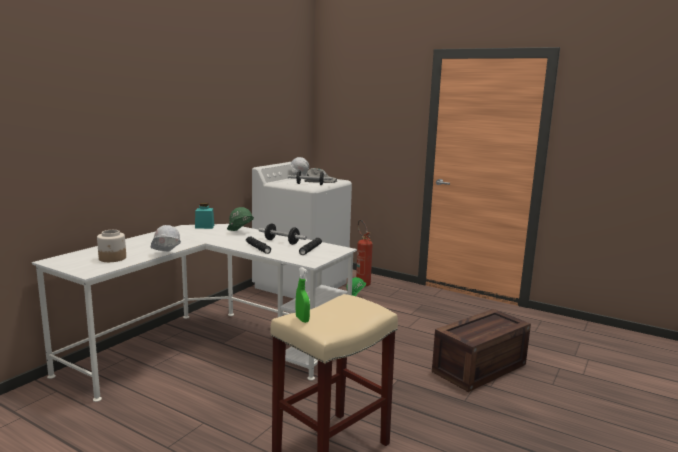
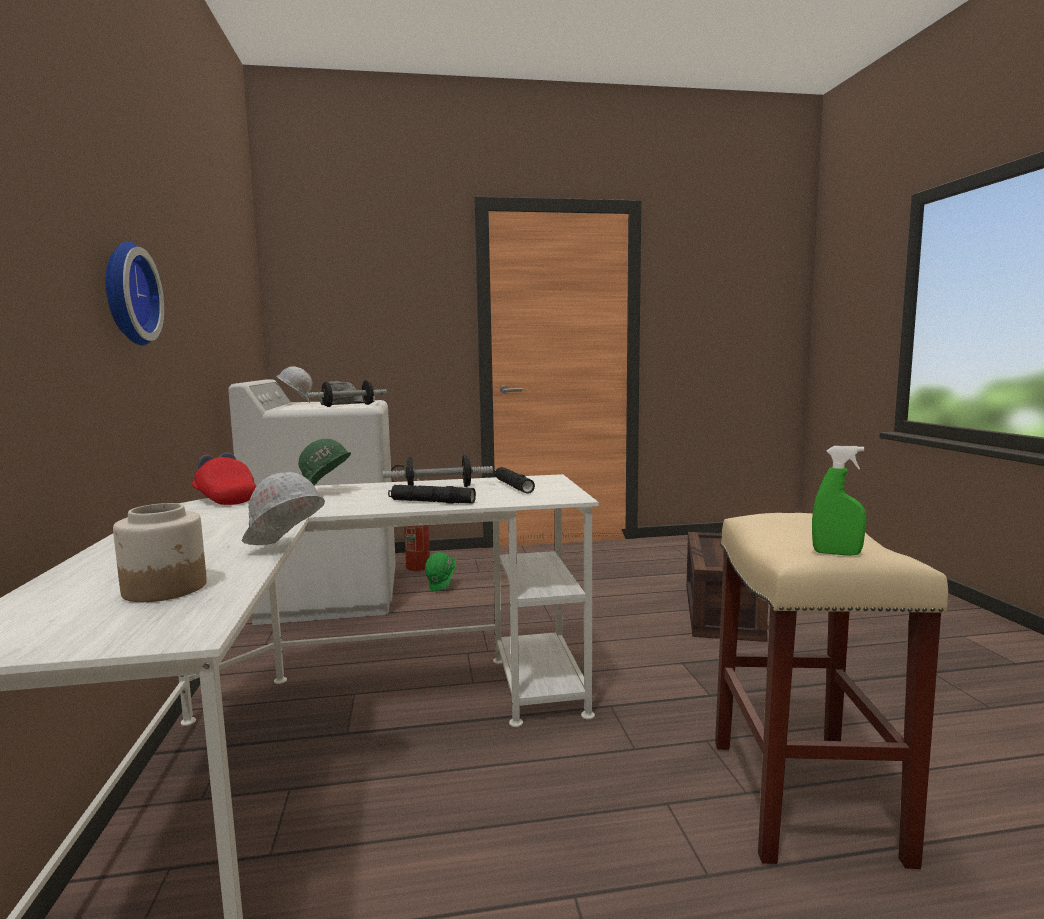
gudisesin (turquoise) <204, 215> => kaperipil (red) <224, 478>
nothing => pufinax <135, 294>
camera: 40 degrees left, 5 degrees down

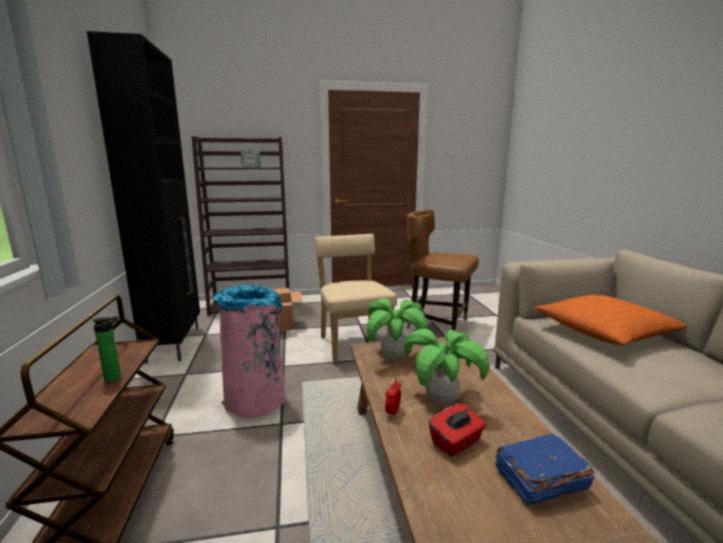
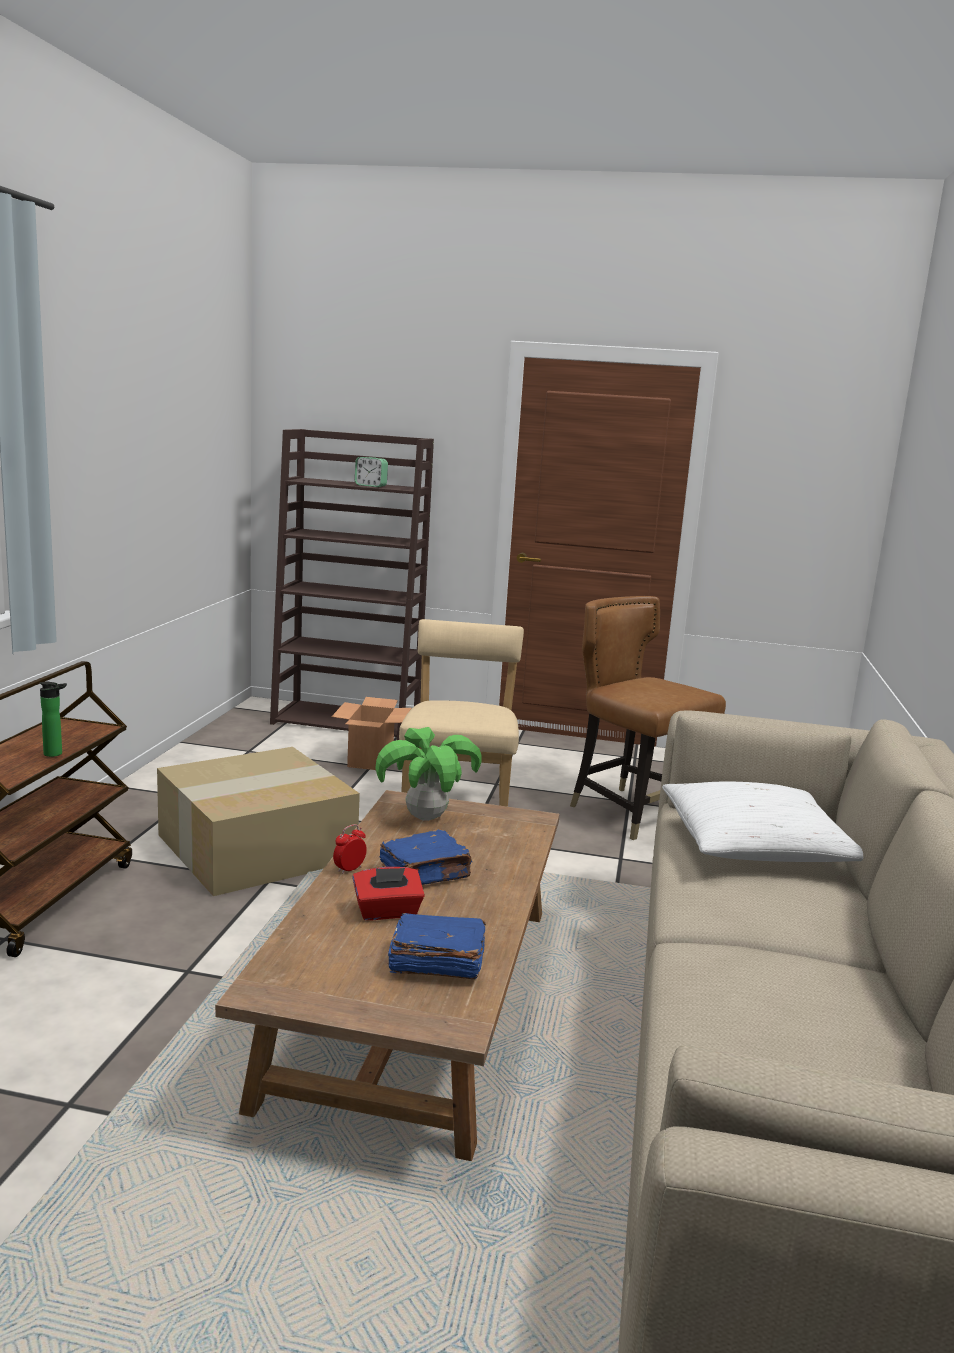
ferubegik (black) <143, 197> => nothing
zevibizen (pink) <249, 351> => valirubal <258, 821>
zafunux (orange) <611, 320> => zafunux (white) <762, 822>
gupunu <447, 366> => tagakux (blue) <426, 857>
camera: 20 degrees right, 0 degrees up

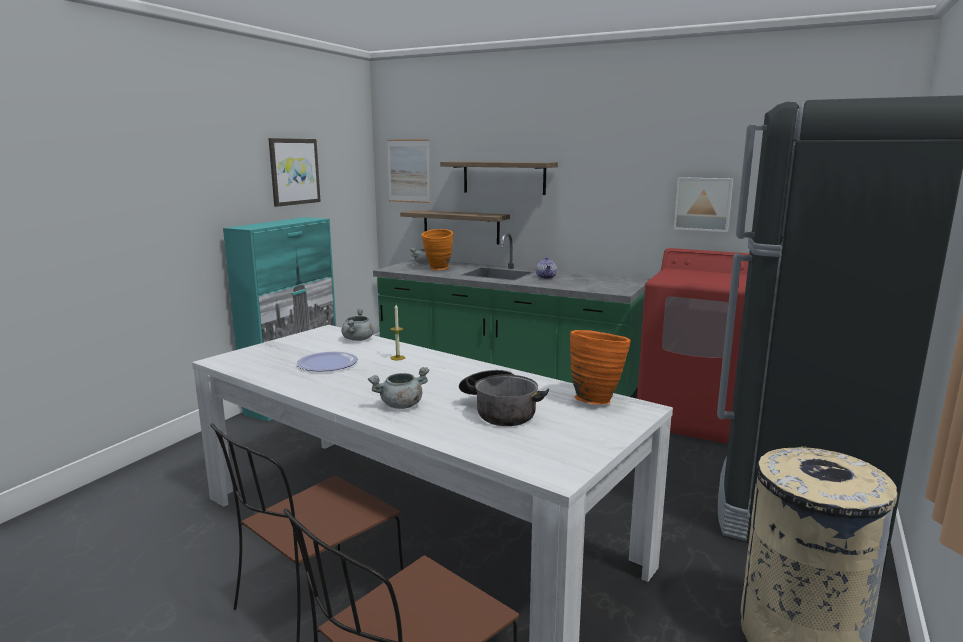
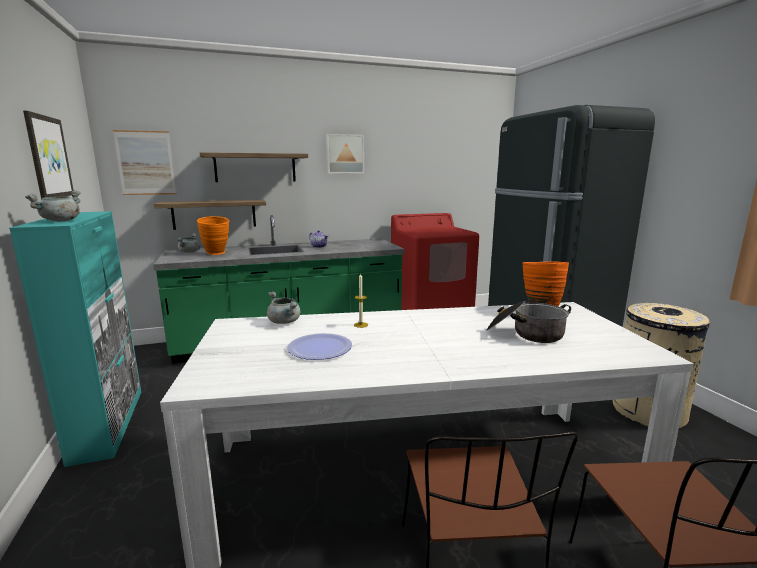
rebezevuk <703, 204> => rebezevuk <345, 153>, relocated
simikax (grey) <398, 388> => simikax (grey) <53, 205>, relocated
camera: 45 degrees left, 0 degrees up

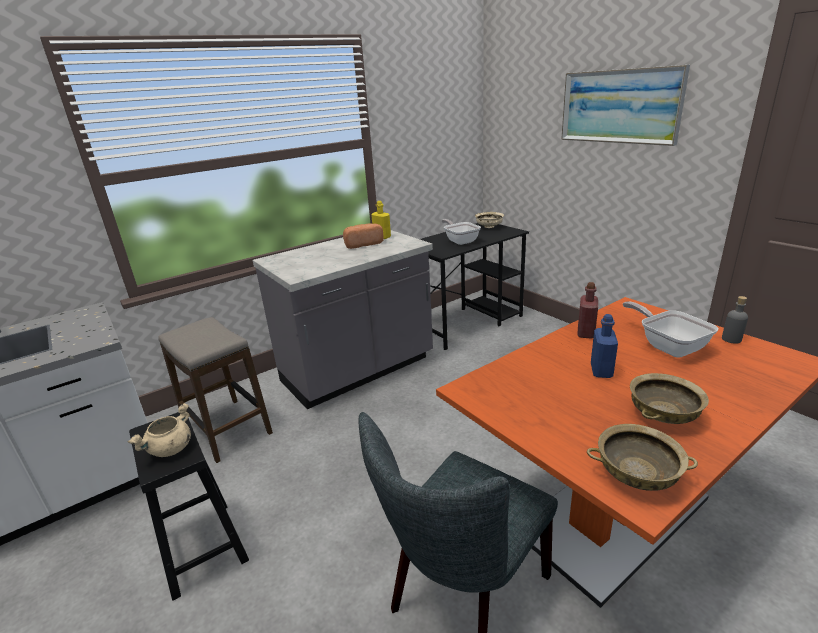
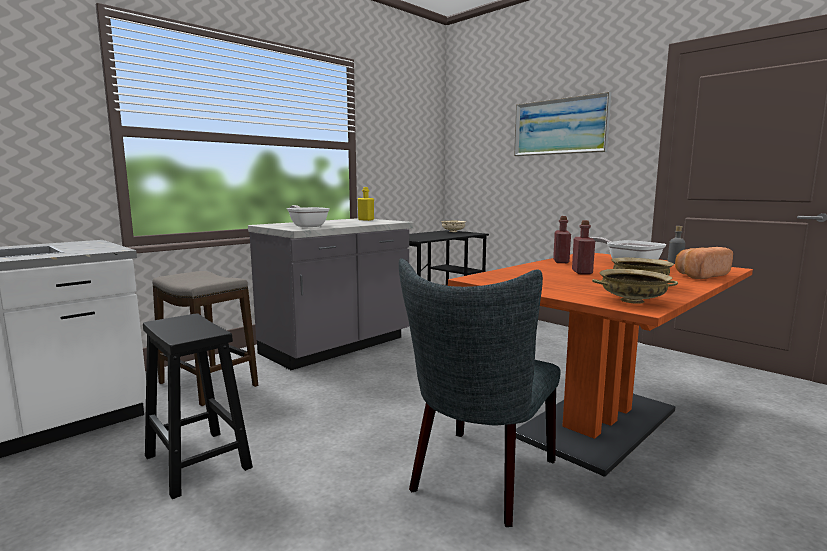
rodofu <461, 232> => rodofu <308, 216>, relocated
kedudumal <363, 236> => kedudumal <704, 263>, relocated
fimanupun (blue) <604, 346> => fimanupun (red) <583, 247>
simikax (beige) <159, 430> => nothing
camera: 10 degrees left, 15 degrees down

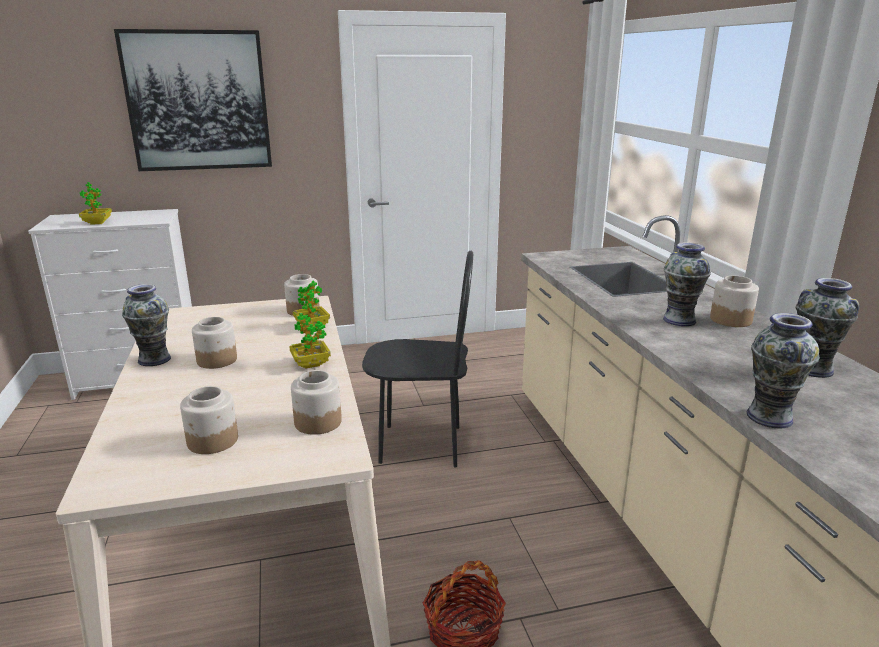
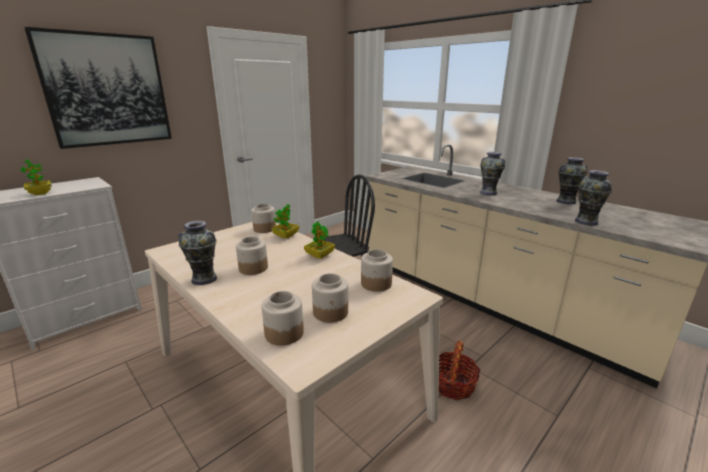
gudisesin <734, 301> => gudisesin <283, 318>, relocated
camera: 30 degrees left, 0 degrees up

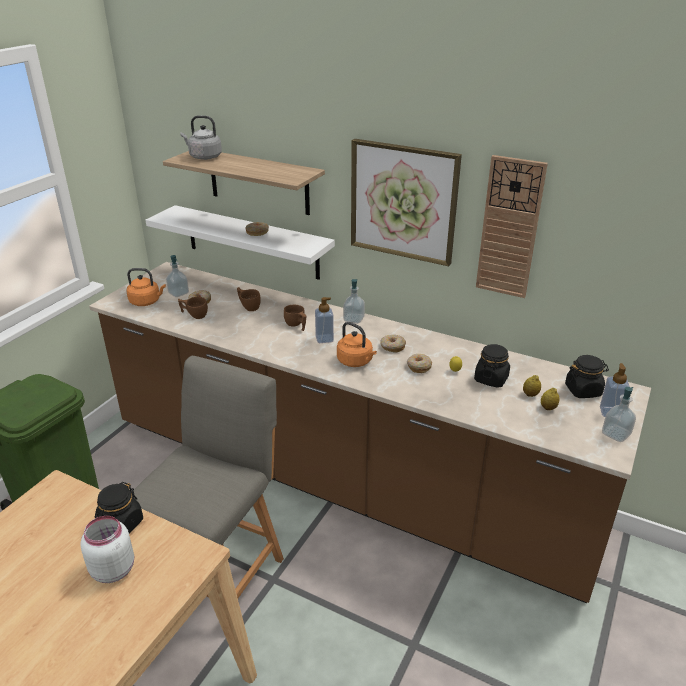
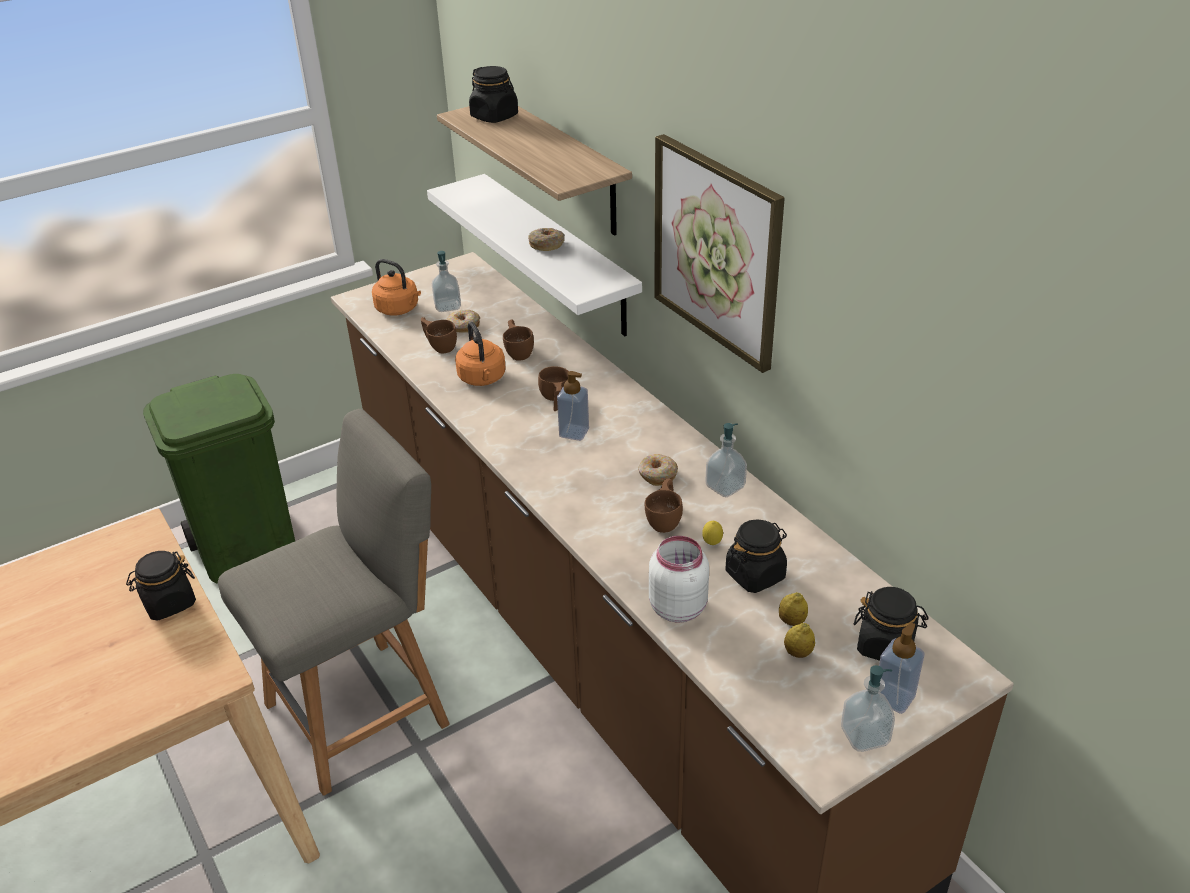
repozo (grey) <201, 137> => gudisesin (black) <493, 94>
pufinax <512, 226> => nothing
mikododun <354, 301> => mikododun <726, 460>, relocated
repozo (orange) <357, 344> => repozo (orange) <480, 353>, relocated
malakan <419, 363> => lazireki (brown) <664, 506>
gudisesin (white) <107, 549> => gudisesin (white) <679, 579>, relocated
camera: 30 degrees right, 5 degrees up

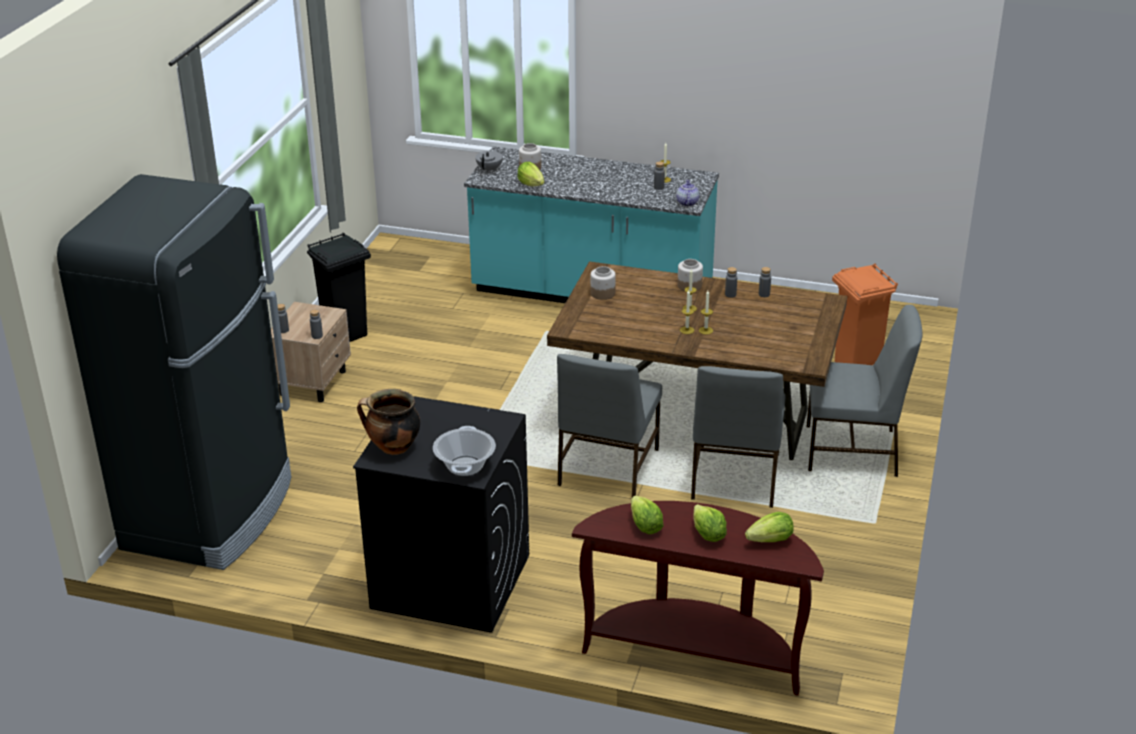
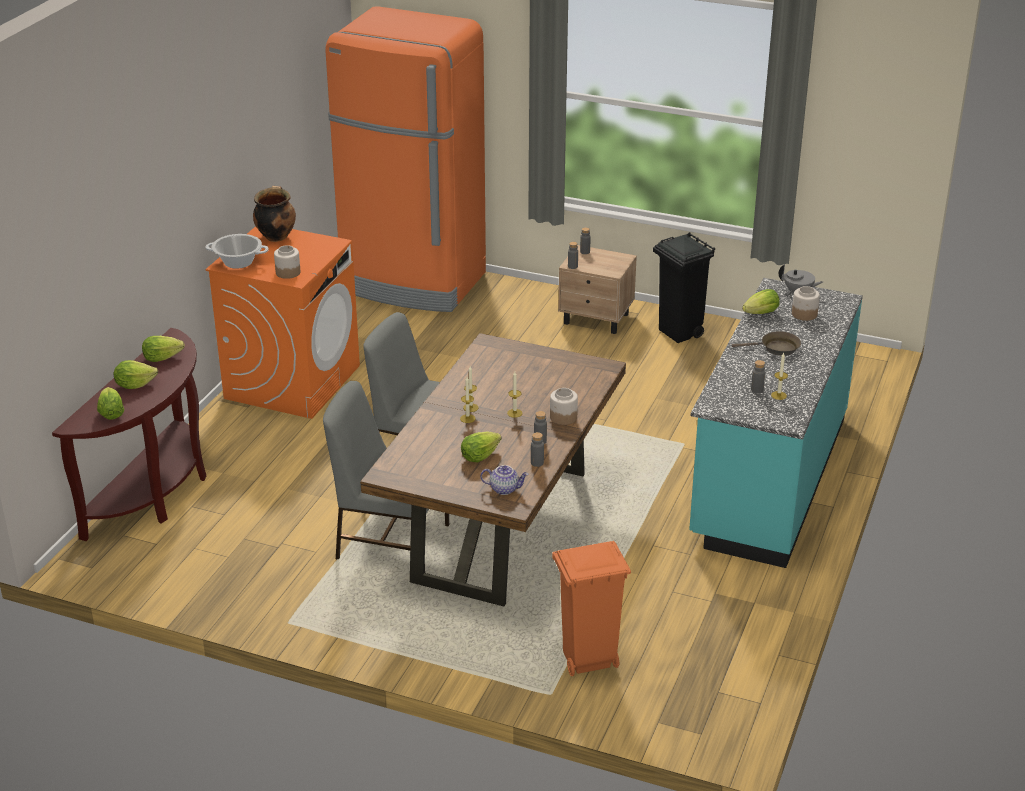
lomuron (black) <174, 372> => lomuron (orange) <405, 159>
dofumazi <687, 193> => dofumazi <504, 480>, relocated
gudisesin <603, 283> => gudisesin <287, 262>, relocated
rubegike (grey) <864, 391> => nothing
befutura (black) <441, 514> => befutura (orange) <282, 322>
nothing => rodofu (brown) <766, 343>
nothing => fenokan <481, 446>
camera: 95 degrees right, 0 degrees up

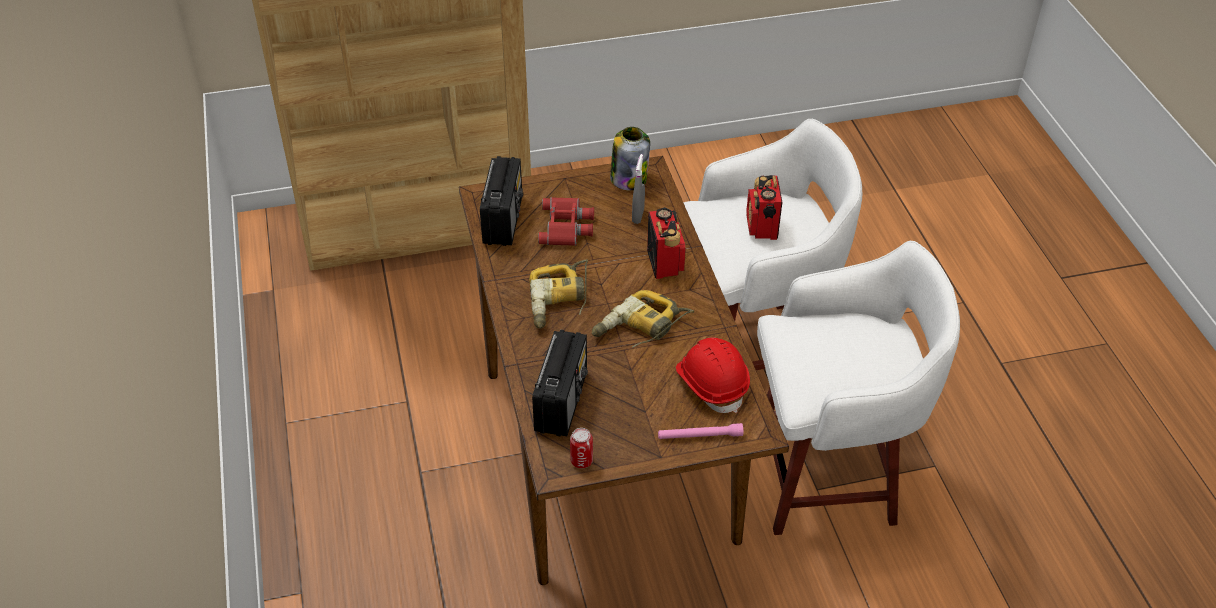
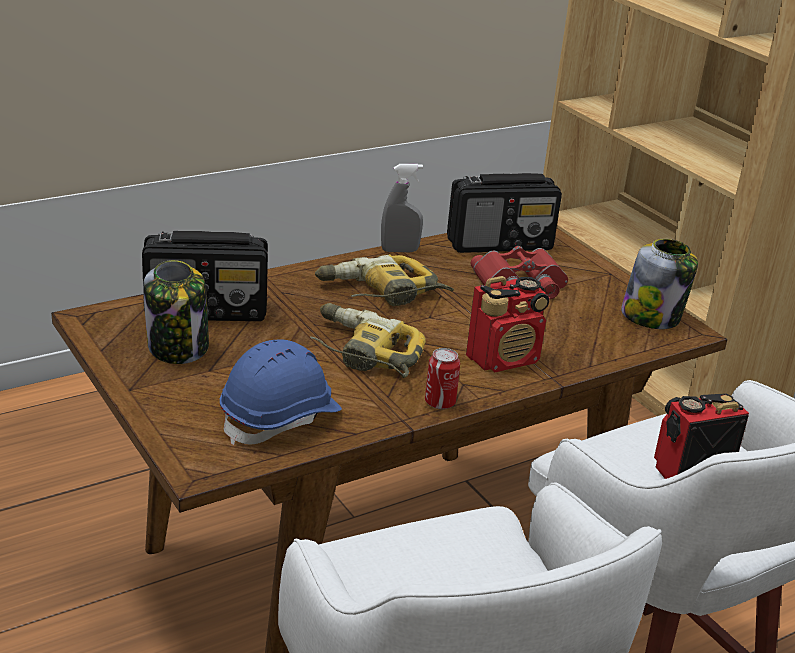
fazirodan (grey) <638, 189> => fazirodan (grey) <402, 208>, relocated
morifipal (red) <713, 375> => morifipal (blue) <281, 392>
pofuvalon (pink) <700, 431> => nothing
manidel <581, 448> => manidel <442, 378>, relocated
nothing => gudisesin <176, 312>
camera: 70 degrees right, 15 degrees down

